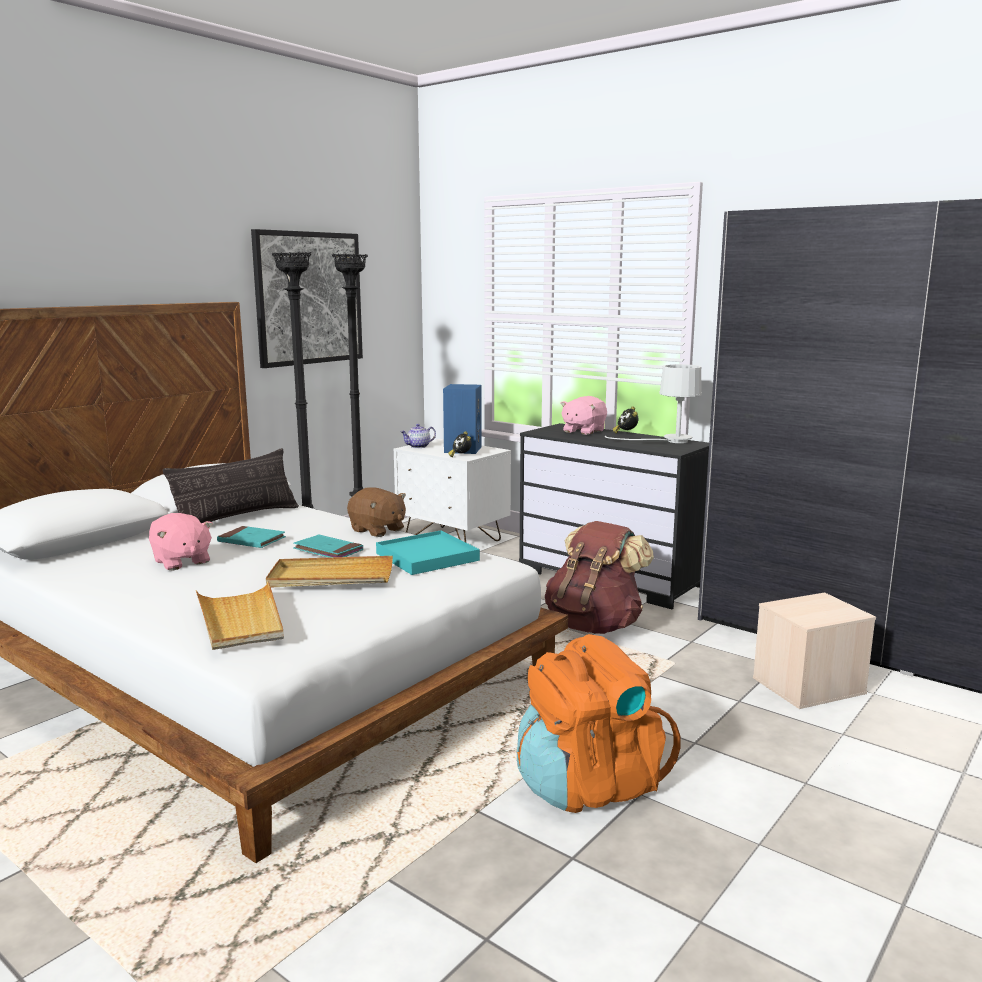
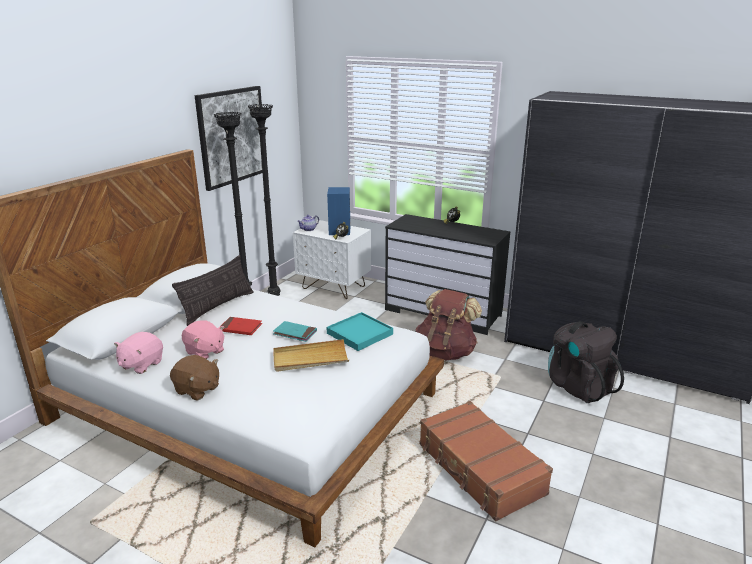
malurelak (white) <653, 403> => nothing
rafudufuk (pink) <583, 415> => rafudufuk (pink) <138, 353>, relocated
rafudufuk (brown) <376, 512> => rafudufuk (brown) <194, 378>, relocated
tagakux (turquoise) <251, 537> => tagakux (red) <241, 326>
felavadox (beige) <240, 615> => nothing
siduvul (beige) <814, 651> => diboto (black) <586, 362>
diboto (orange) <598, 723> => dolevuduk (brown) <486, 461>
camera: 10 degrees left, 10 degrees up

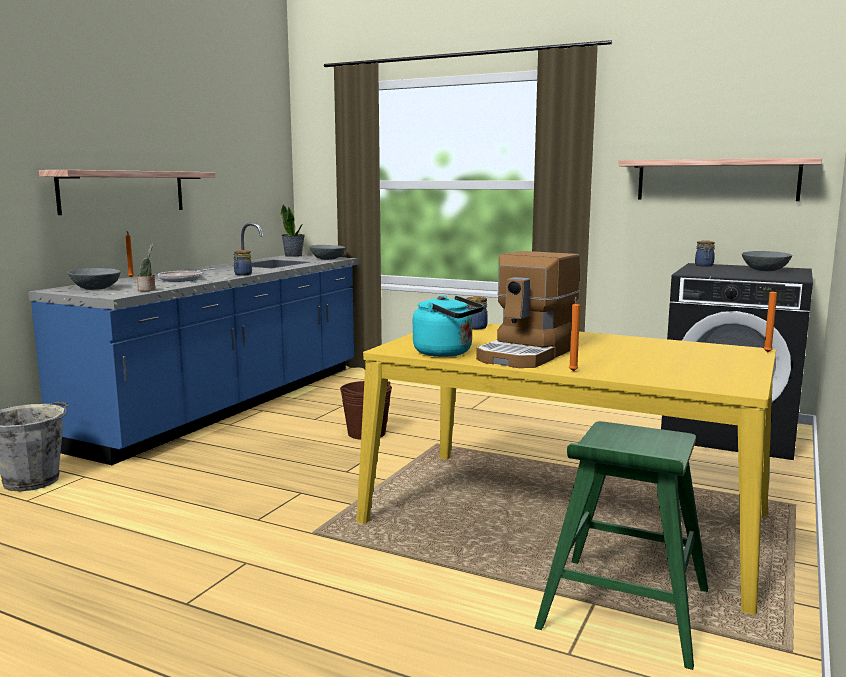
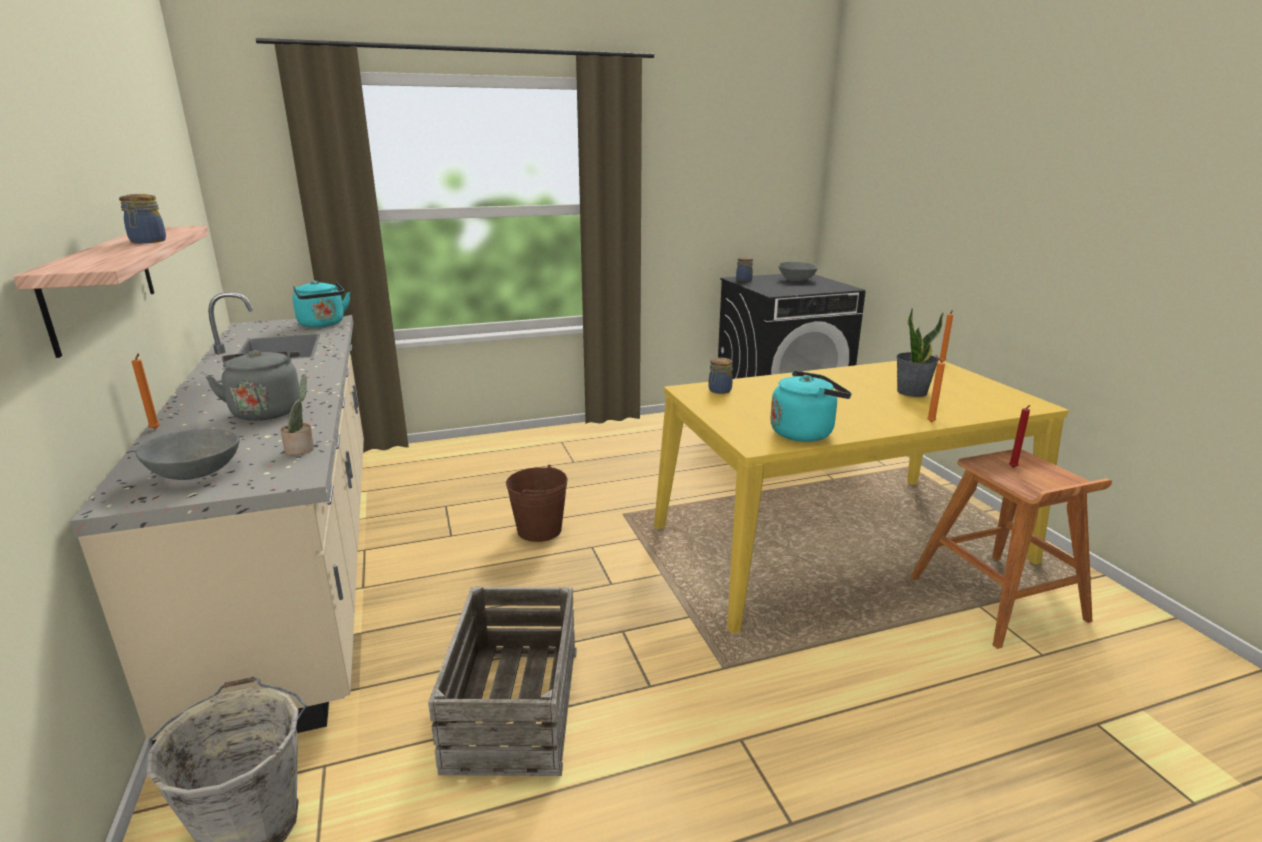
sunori <720, 179> => nothing
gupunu <292, 230> => gupunu <920, 352>, relocated
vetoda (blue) <193, 344> => vetoda (beige) <217, 518>
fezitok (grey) <327, 252> => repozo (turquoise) <321, 303>
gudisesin <242, 262> => gudisesin <142, 218>, relocated
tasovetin <528, 309> => nothing
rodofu <187, 275> => repozo (grey) <253, 385>
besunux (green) <621, 545> => besunux (brown) <1011, 549>
nothing => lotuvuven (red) <1019, 436>
nothing => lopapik <502, 681>
camera: 45 degrees left, 10 degrees up

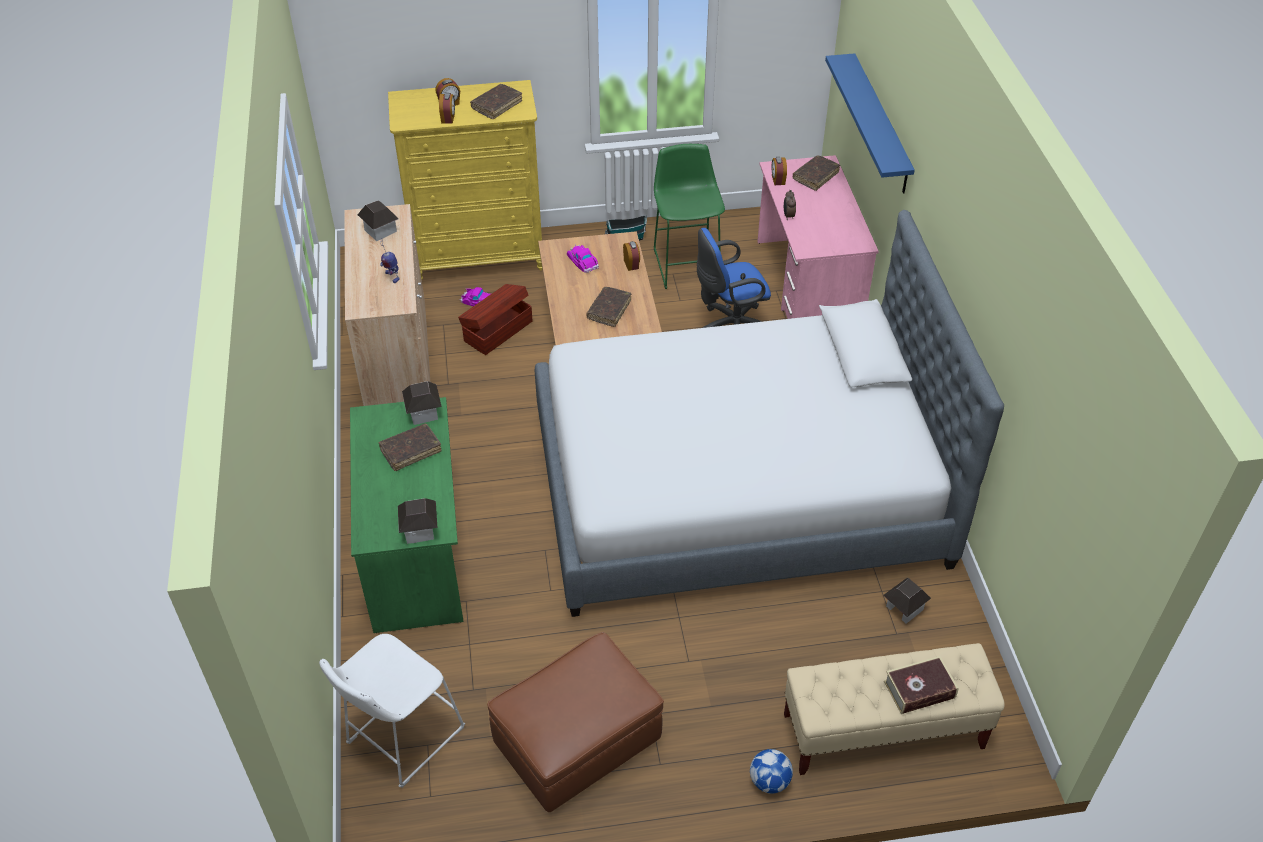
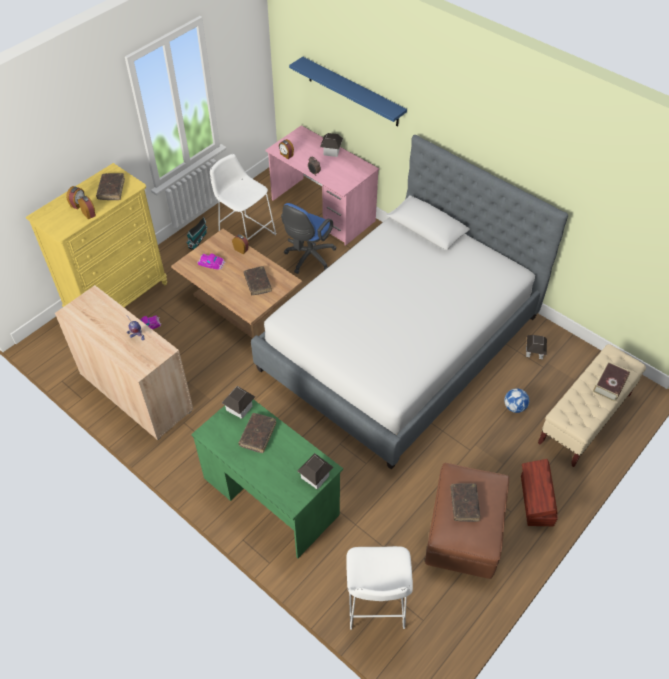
besunux (green) <689, 216> => besunux (white) <243, 197>
tagakux (brown) <816, 173> => tagakux (brown) <465, 502>, relocated
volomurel <377, 220> => volomurel <331, 145>, relocated
siduvul (brown) <495, 319> => siduvul (brown) <539, 492>, relocated
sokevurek <771, 771> => sokevurek <516, 400>, relocated
camera: 40 degrees left, 5 degrees up

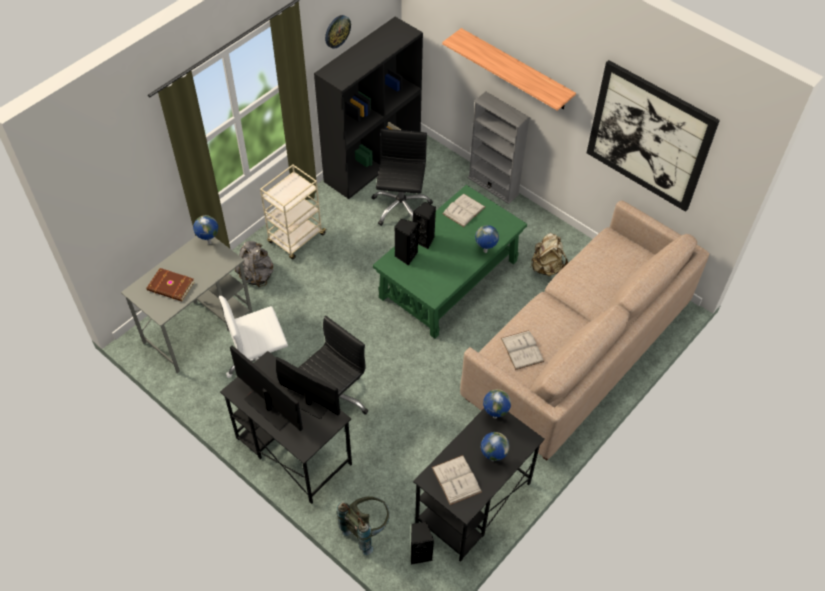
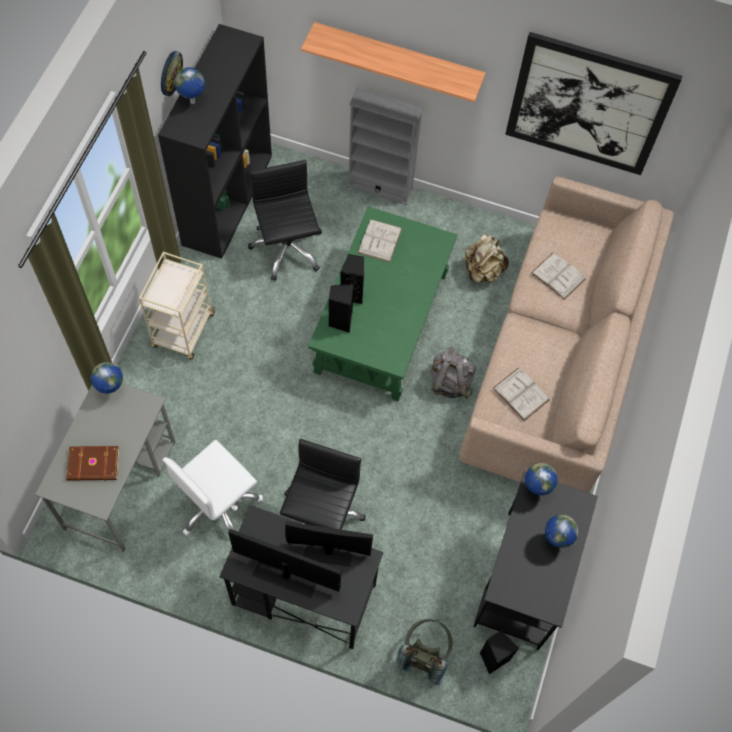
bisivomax <487, 239> => bisivomax <189, 85>, relocated
diboto (grey) <254, 264> => diboto (grey) <453, 372>, relocated
tagakux (white) <457, 480> => tagakux (white) <558, 276>, relocated
camera: 25 degrees left, 10 degrees up

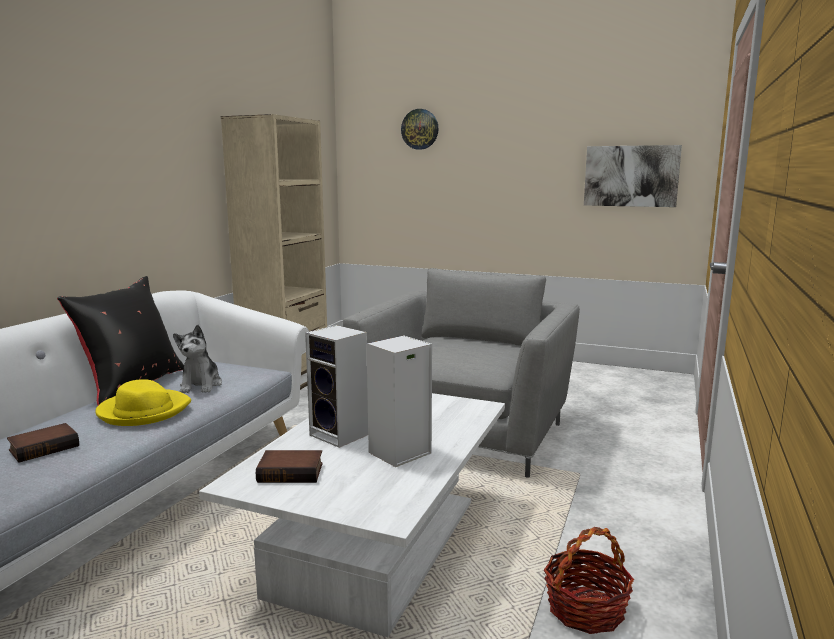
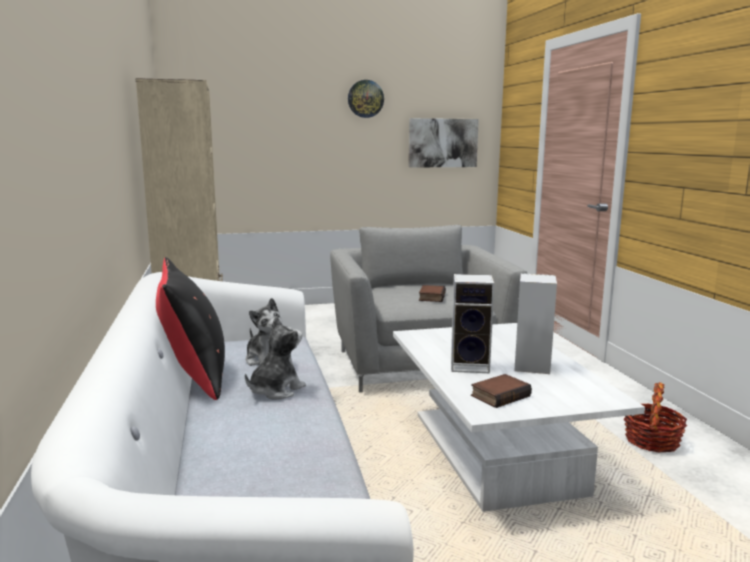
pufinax <419, 129> => pufinax <366, 99>, relocated
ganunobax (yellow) <143, 402> => rafudufuk <275, 358>
tagakux <43, 443> => tagakux <432, 293>, relocated
camera: 35 degrees left, 0 degrees up

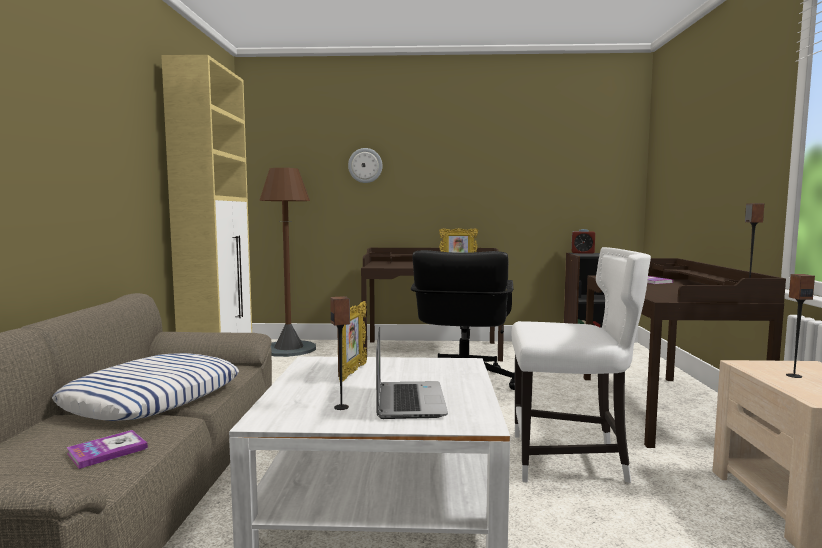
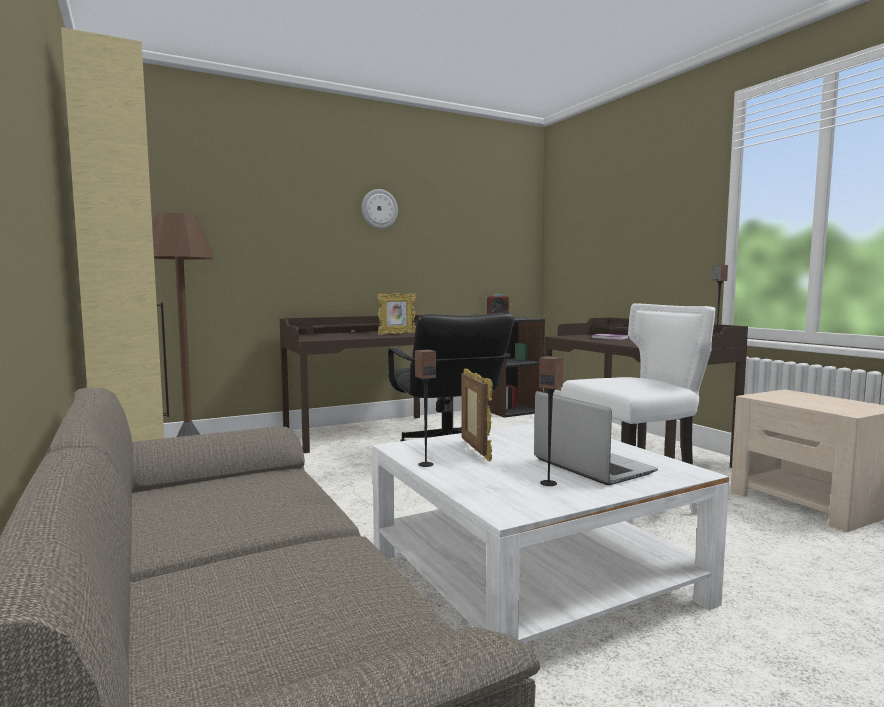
pufinax <365, 165> => pufinax <380, 209>, relocated
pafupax <800, 326> => pafupax <425, 408>, relocated
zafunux <145, 387> => nothing
tagakux <107, 449> => nothing
camera: 30 degrees left, 0 degrees up

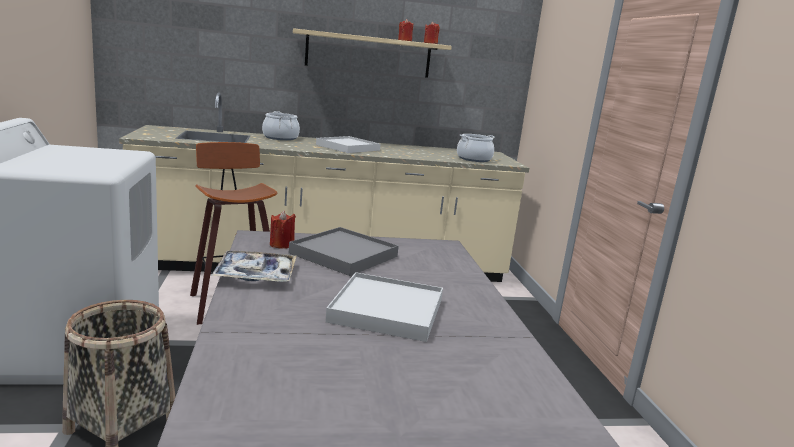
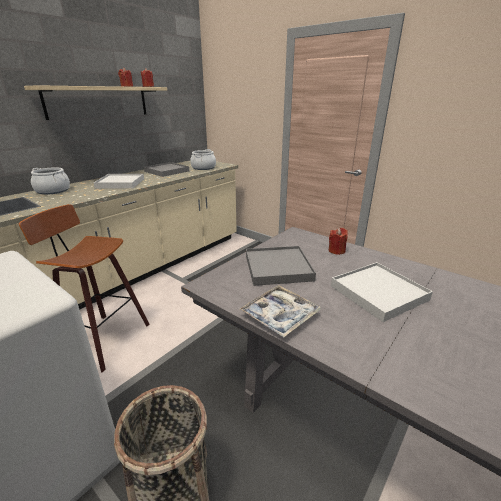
lotuvuven (red) <283, 229> => lotuvuven (red) <338, 241>, relocated
nothing => felavadox (grey) <166, 169>
camera: 40 degrees left, 10 degrees up

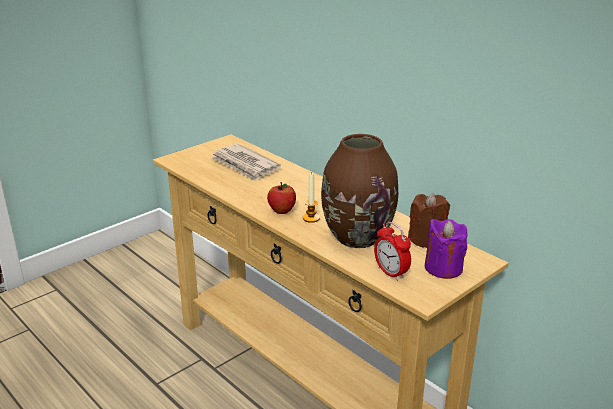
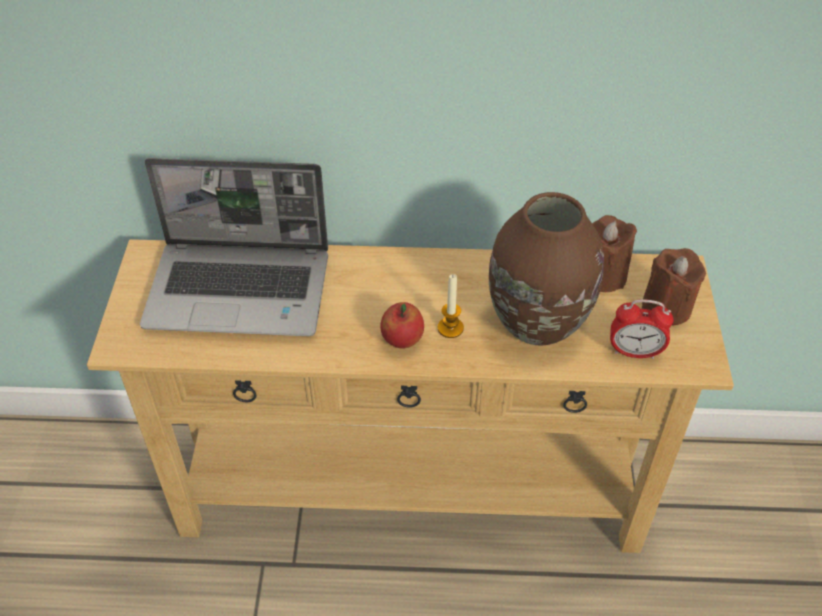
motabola <245, 163> => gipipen <234, 247>
lotuvuven (purple) <446, 249> => lotuvuven (brown) <673, 287>
camera: 45 degrees left, 20 degrees up

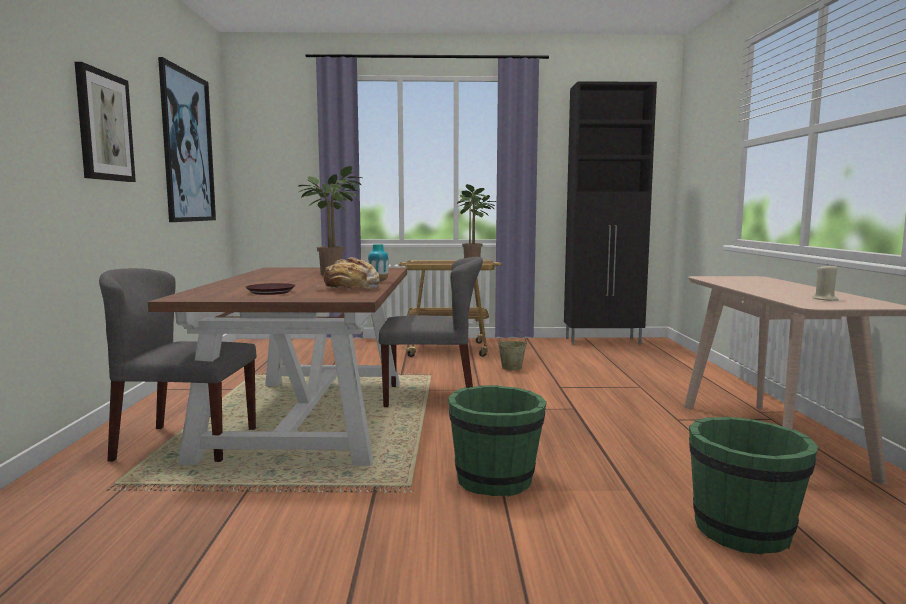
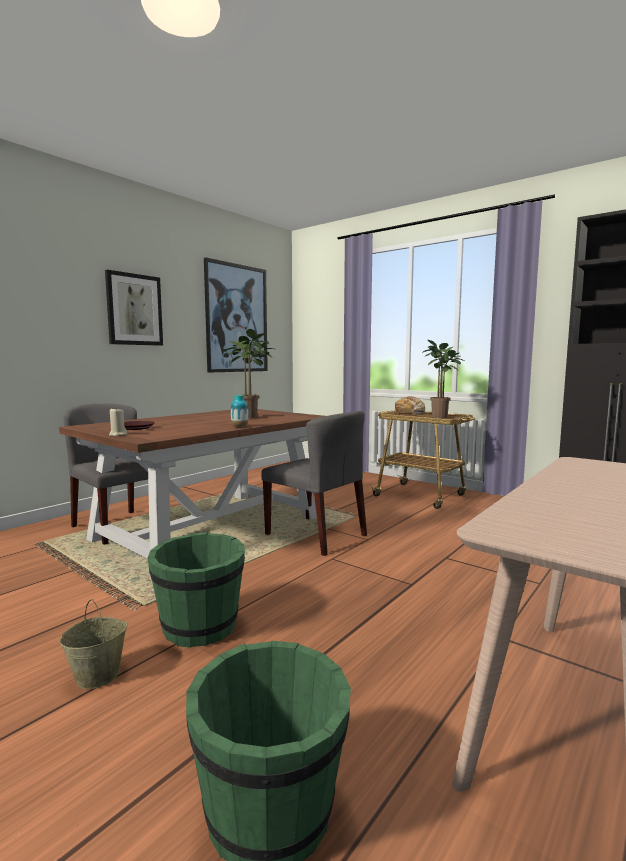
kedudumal <349, 273> => kedudumal <407, 405>, relocated
lotuvuven (beige) <825, 282> => lotuvuven (beige) <118, 421>, relocated
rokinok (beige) <512, 348> => rokinok (beige) <93, 644>, relocated
camera: 40 degrees right, 0 degrees up

